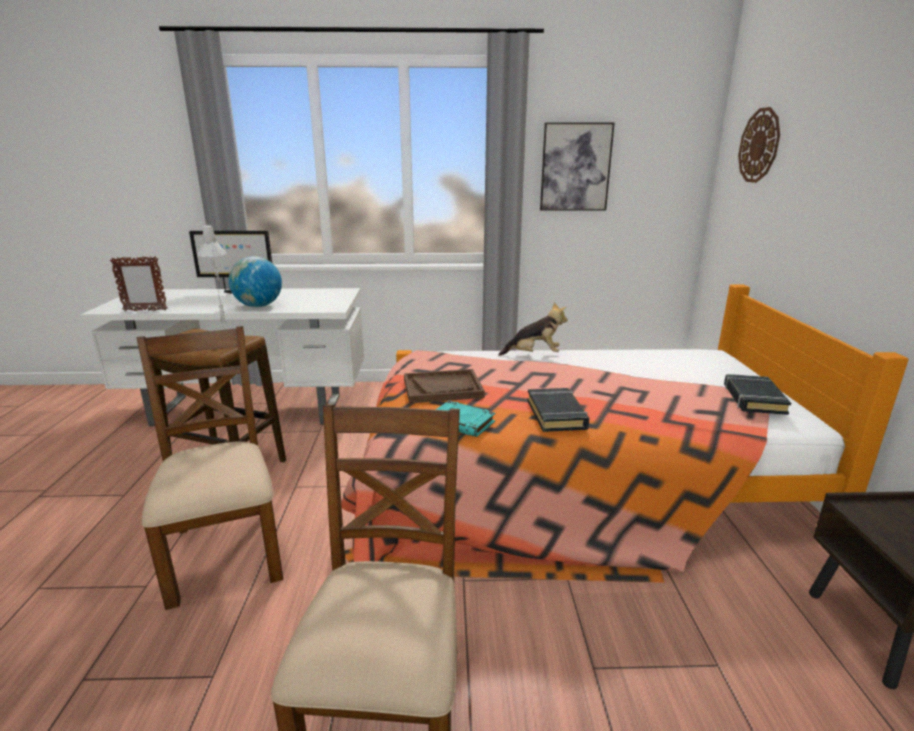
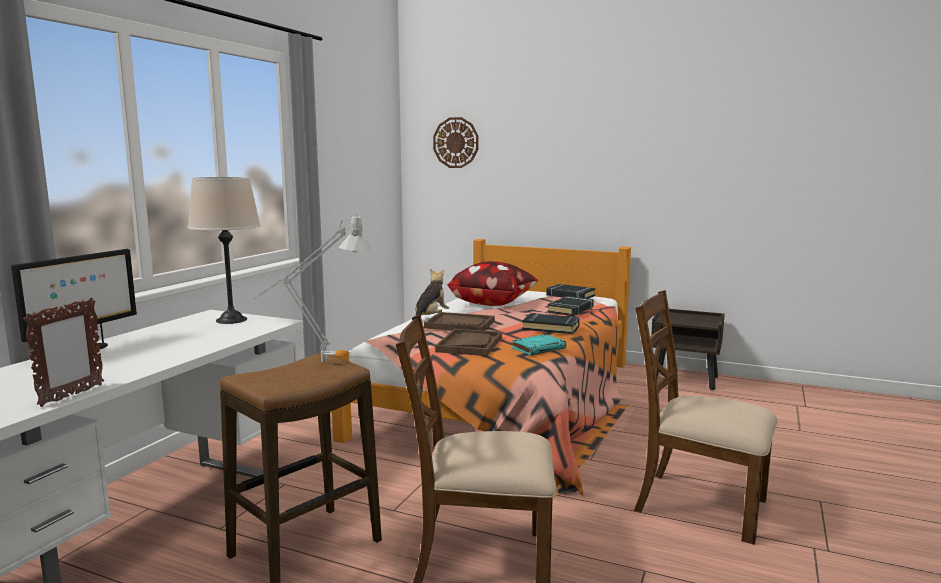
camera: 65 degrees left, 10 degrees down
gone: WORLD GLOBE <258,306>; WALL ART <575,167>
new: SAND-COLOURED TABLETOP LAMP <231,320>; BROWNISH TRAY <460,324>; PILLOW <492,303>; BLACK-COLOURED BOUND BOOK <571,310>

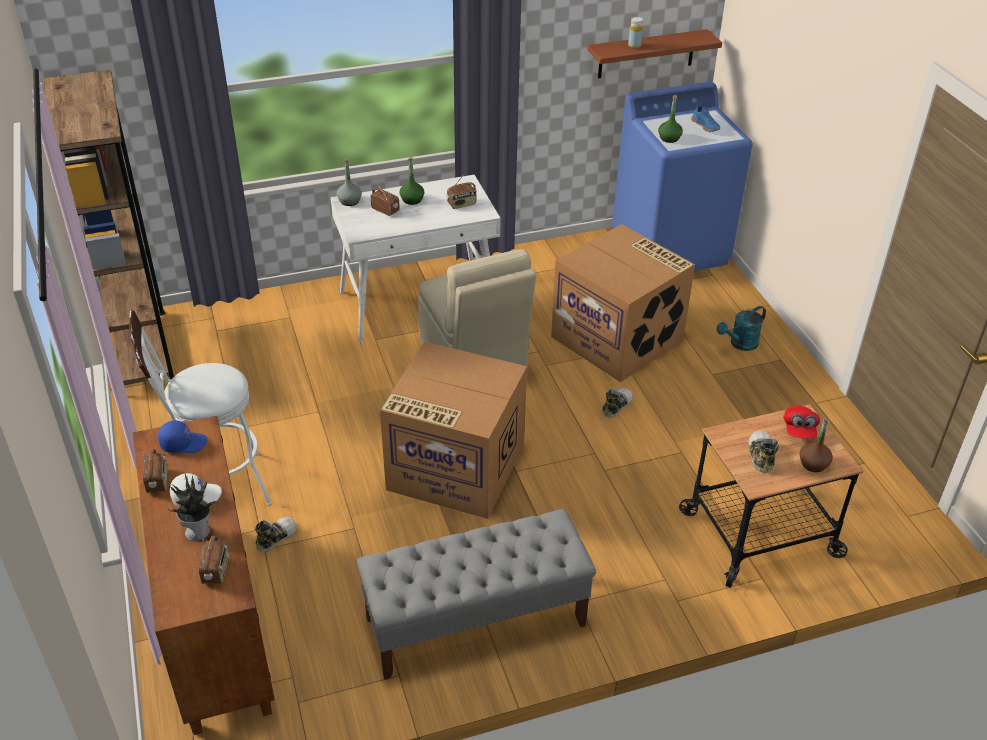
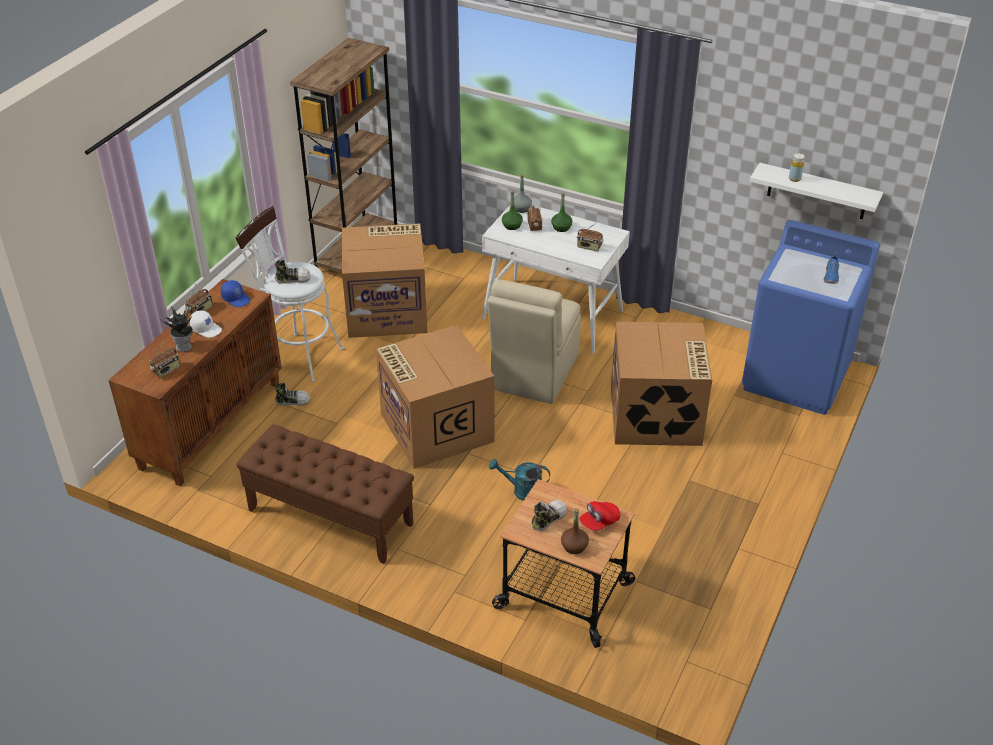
camera: 45 degrees right, 0 degrees up
new: PACKING BOX <388,310>
shifted: SHOE <616,406> to <293,279>; TURQUOISE WATERING POT <740,344> to <522,491>; GREEN DRINK BOTTLE <669,138> to <512,226>
repainted: GREYISH BENCH <475,622> to BROWNISH BENCH <330,517>; BROWNISH BRACKET SHELF <646,54> to WHITE-COLOURED BRACKET SHELF <817,191>

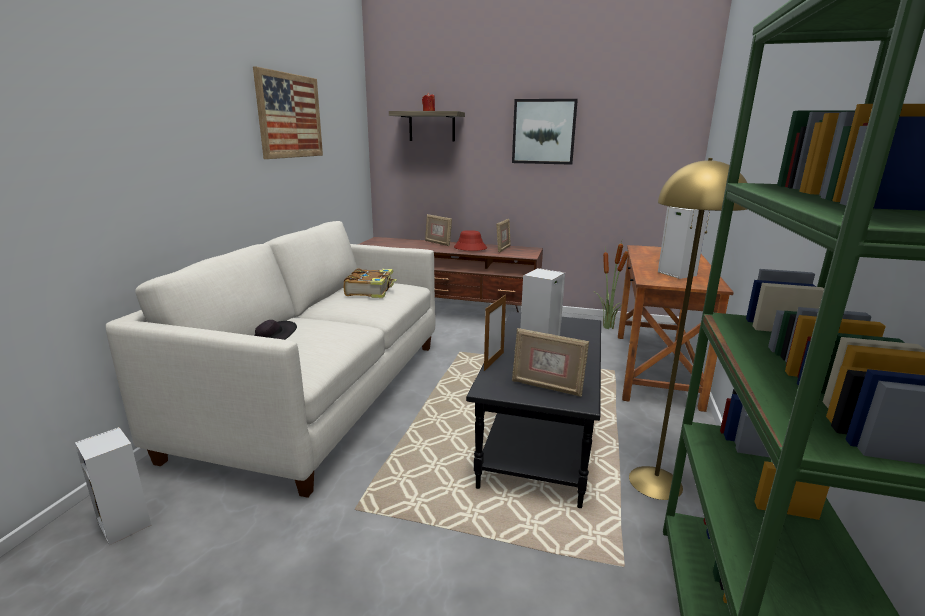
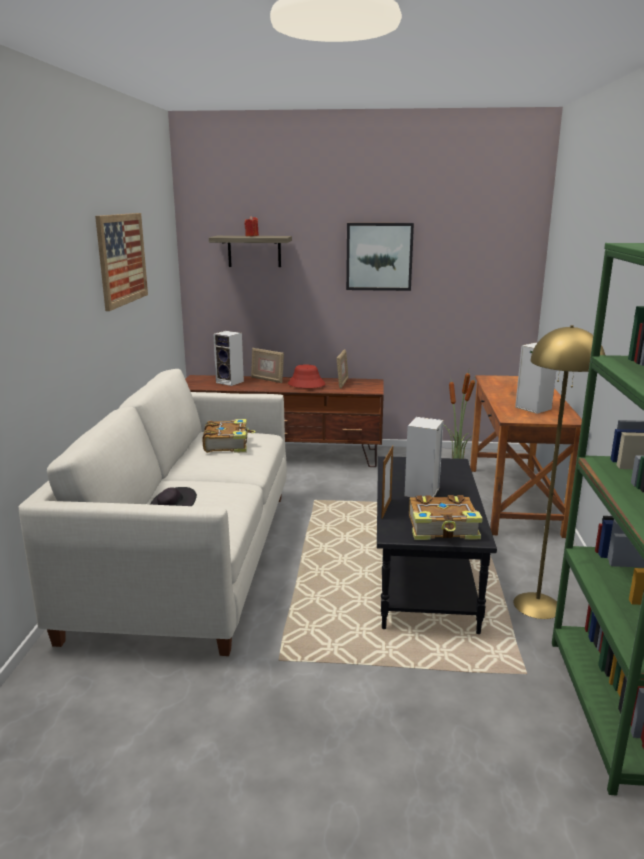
camera: 10 degrees left, 0 degrees up
shifted: AUDIO SPEAKER <126,525> to <231,382>
swapped: STANDING FRAME <546,387> to BOUND BOOK <443,528>

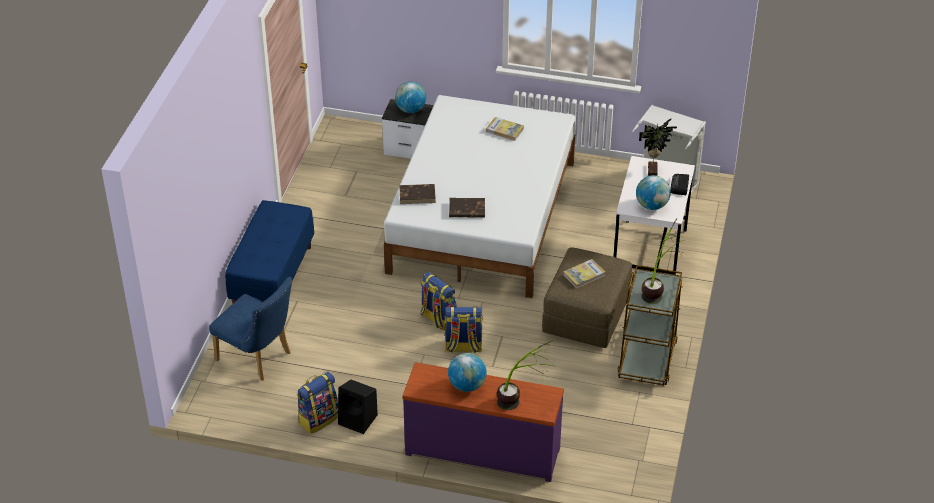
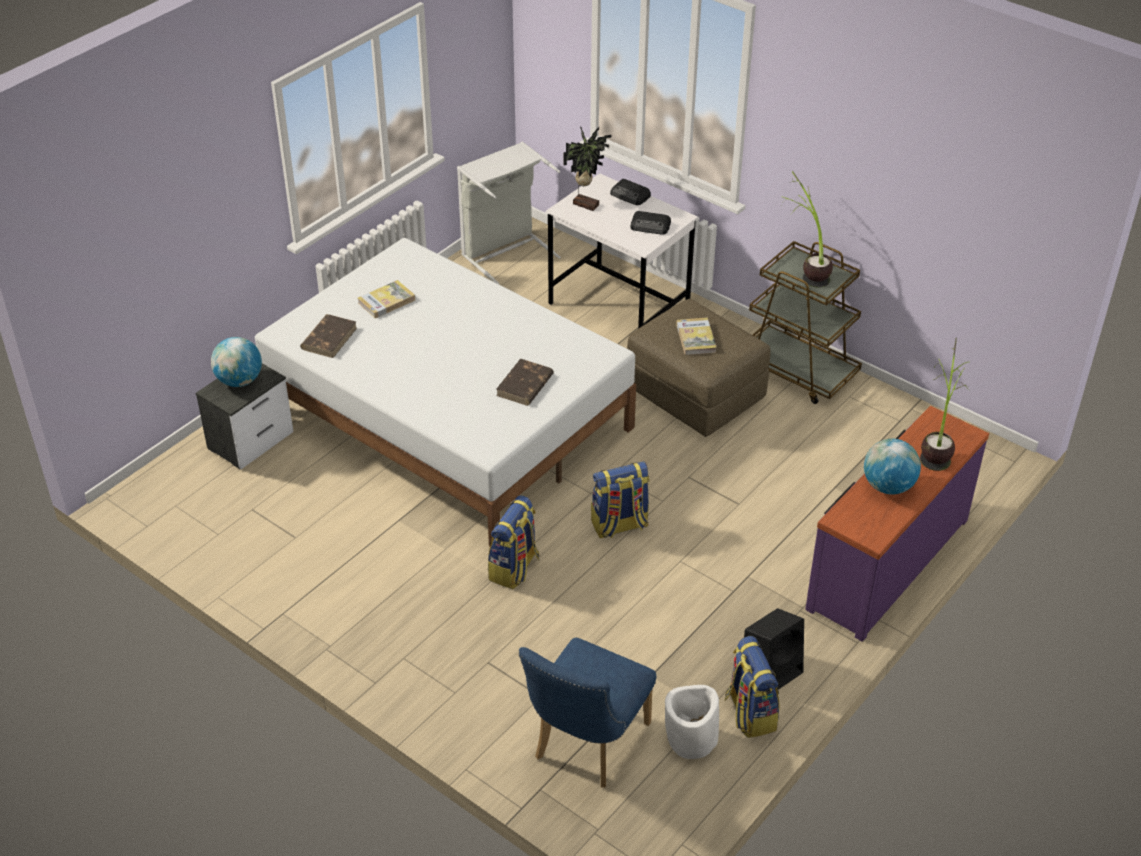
camera: 65 degrees left, 0 degrees up
gone: BLUE BENCH <272,277>
new: WHITE-COLOURED PLANTER <691,739>
shifted: BROWNISH BOUND BOOK <417,195> to <329,338>; KNAPSACK <463,347> to <514,569>
swapped: WORLD GLOBE <652,205> to RADIO RECEIVER <651,226>
rotated: BLUE UPRIGHT CHAIR <258,359> = <586,746> 150 degrees clockwise

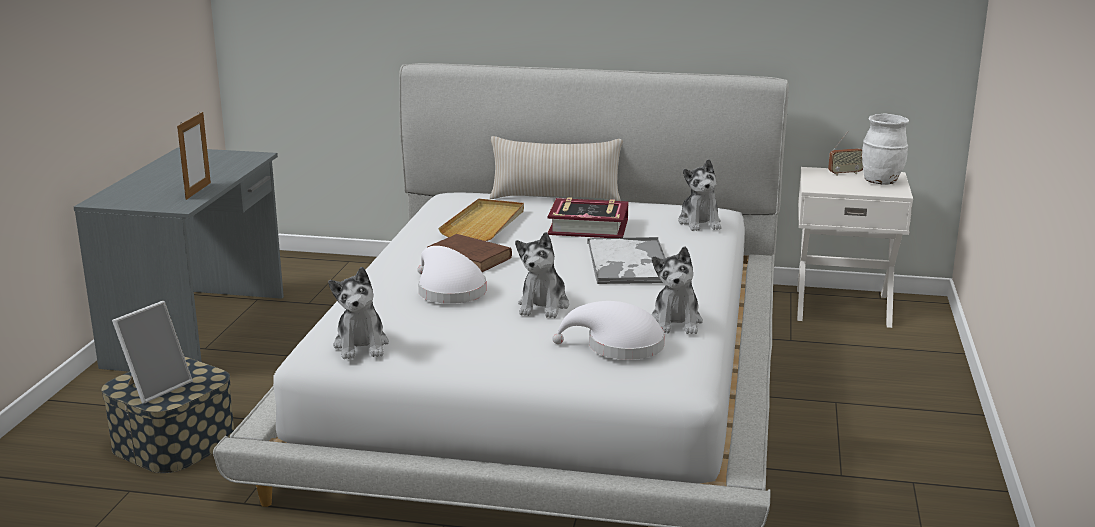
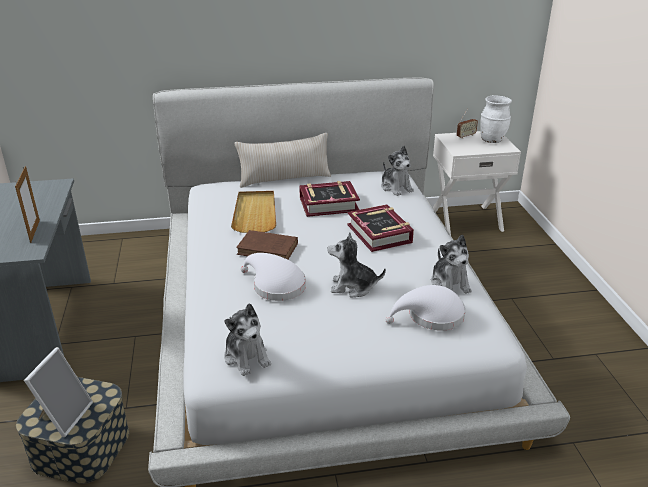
camera: 20 degrees left, 10 degrees up
swapped: TRAY <628,263> to BOUND BOOK <380,233>
rotated: PLUSH TOY <543,306> = <353,287> 105 degrees clockwise

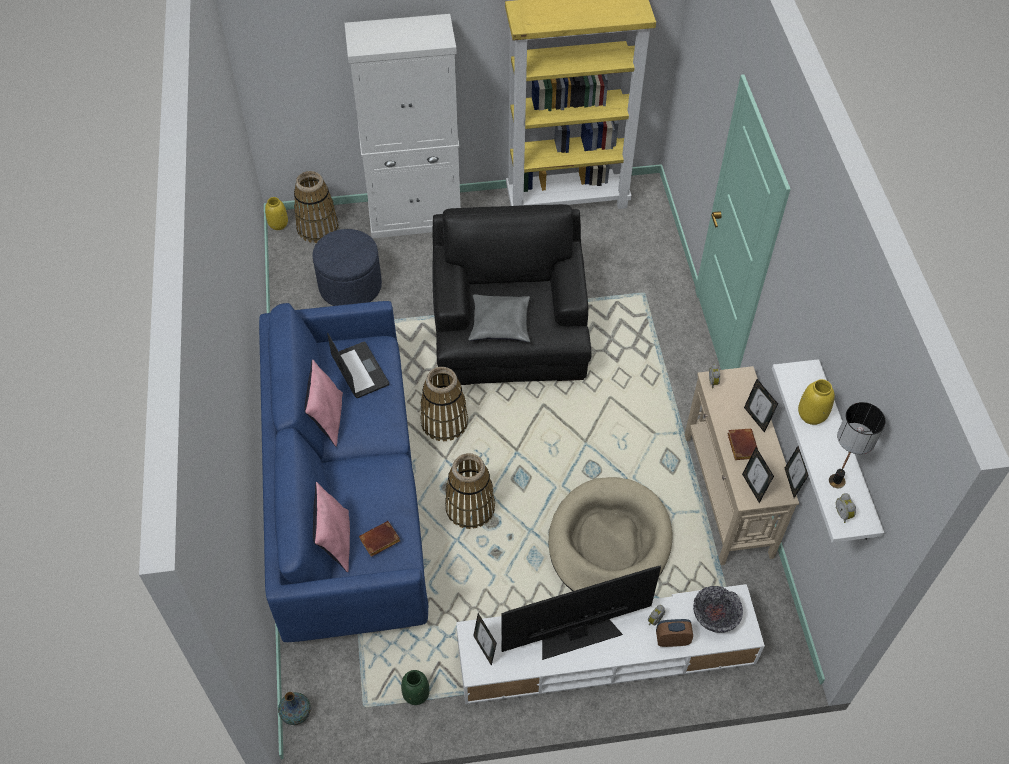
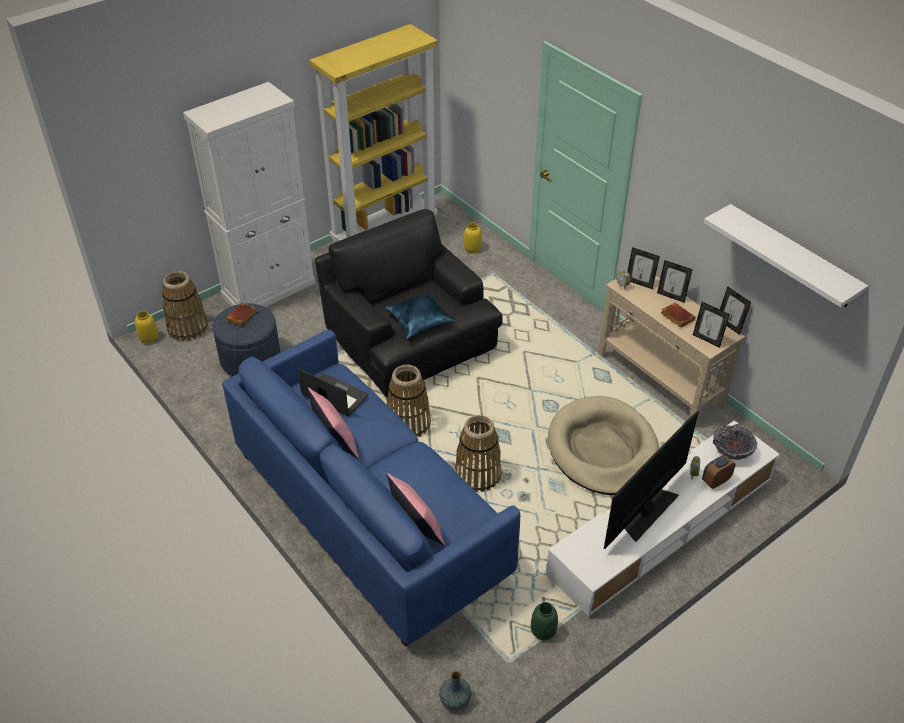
camera: 30 degrees left, 10 degrees down
gone: TABLETOP LAMP <836,481>; BEDSIDE CLOCK <843,514>
shifted: BROWNISH BOUND BOOK <379,541> to <242,317>; YELLOW DECORATIVE VASE <811,415> to <472,249>; STANDING FRAME <485,649> to <639,283>
repainted: GREYISH PILLOW <500,324> to BLUE PILLOW <420,320>

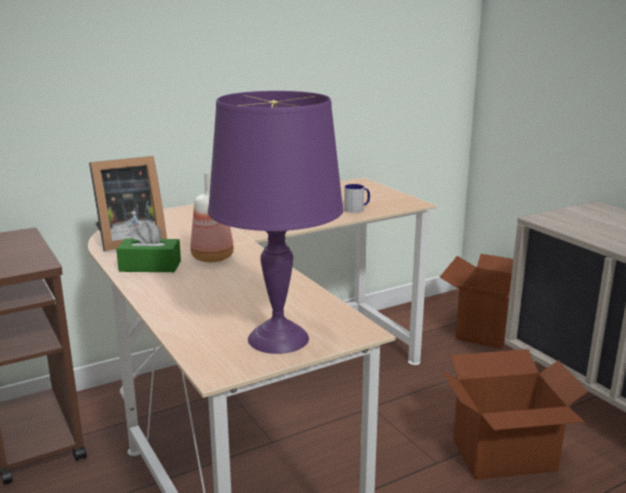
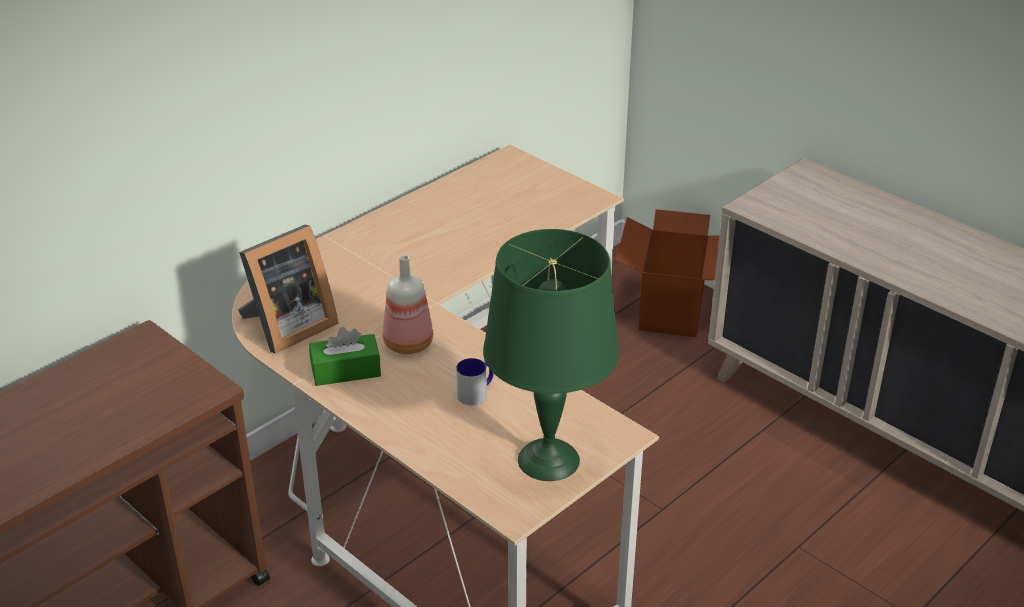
camera: 15 degrees left, 15 degrees up
gone: PACKING BOX <504,456>
shifted: COFFEE MUG <357,209> to <476,393>
repainted: PURPLISH TABLETOP LAMP <279,339> to GREEN TABLETOP LAMP <549,460>

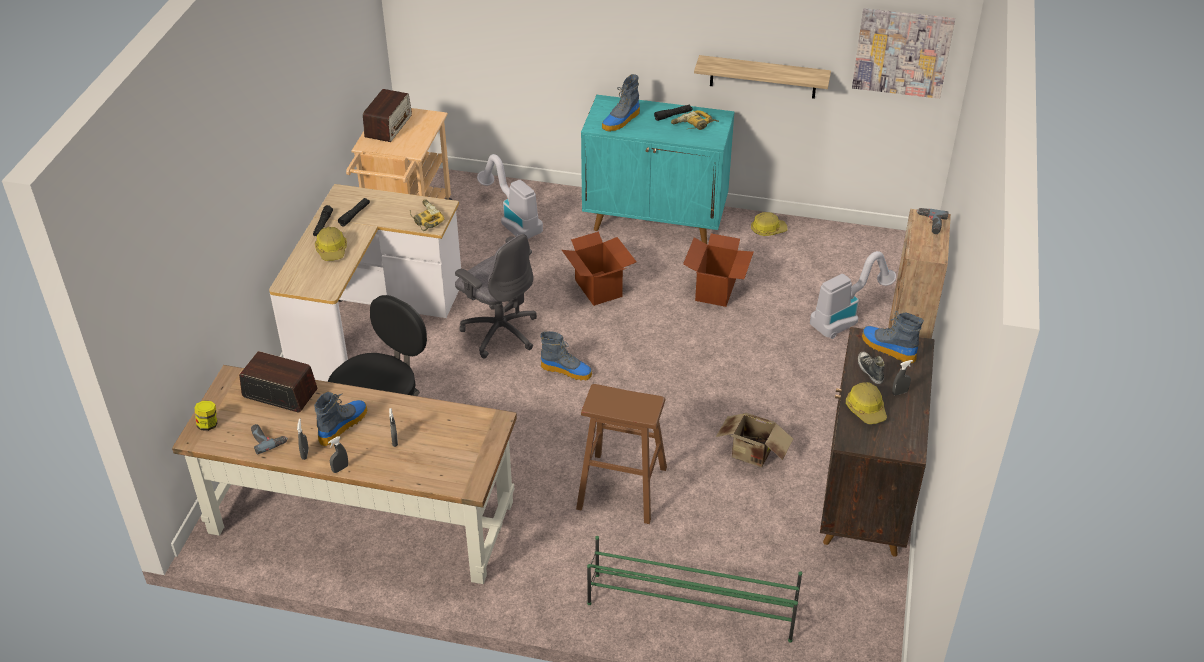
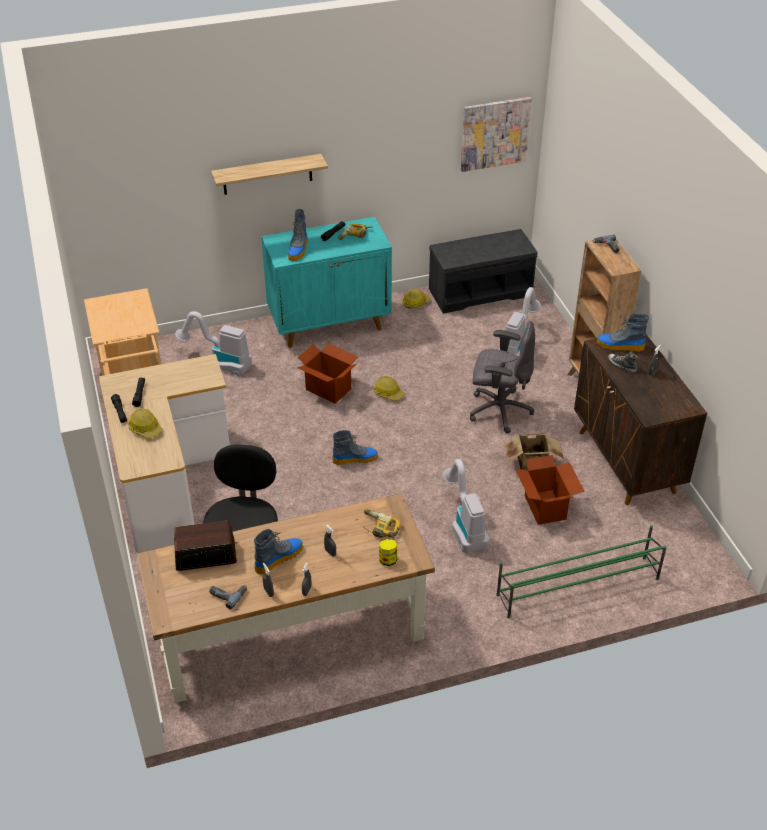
camera: 30 degrees left, 0 degrees up
gone: RADIO RECEIVER <388,126>
new: GREYISH BENCH <480,292>
shifted: BRACKET SHELF <763,77> to <267,174>; ELECTRIC DRILL <425,219> to <379,528>; WORK HELMET <866,409> to <388,393>; JAR <208,424> to <388,560>; GREYISH DESK CHAIR <500,331> to <499,410>; PACKING BOX <716,290> to <545,507>
swapped: BROWNISH SITTING STOOL <621,488> to HOOVER <464,526>
rotated: TALL BOOT <342,425> = <279,558> 45 degrees clockwise

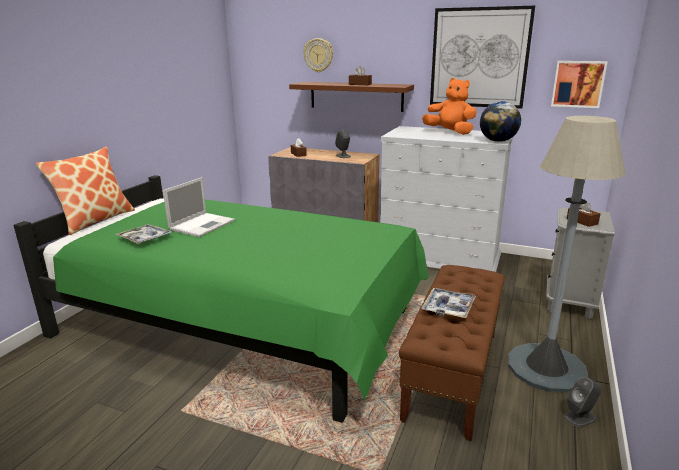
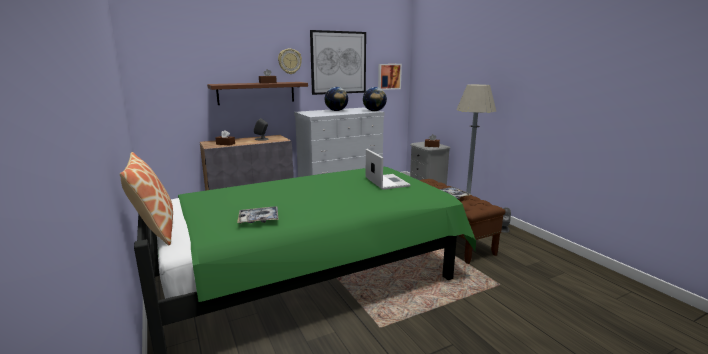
camera: 50 degrees left, 5 degrees down
shifted: CLOCK ON THE WALL <318,55> to <289,61>; LAPTOP <203,225> to <386,182>
swapped: ORANGE PLUSH TOY <450,132> to WORLD GLOBE <336,111>

